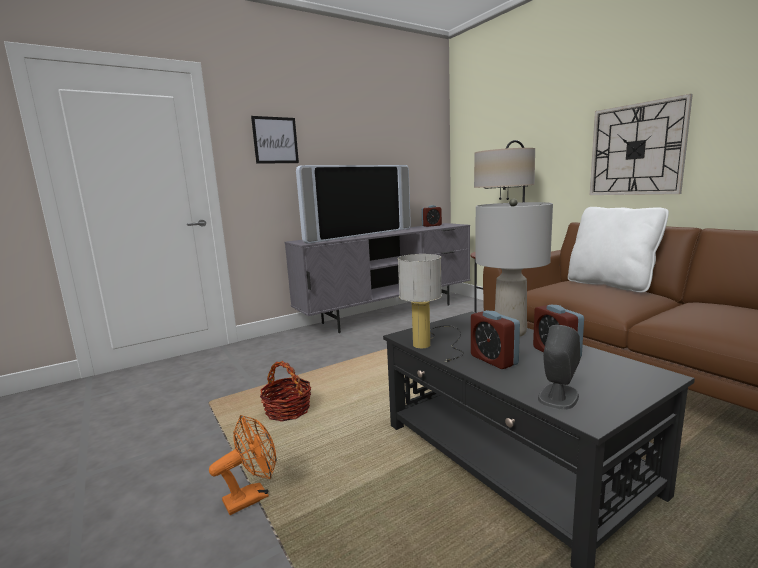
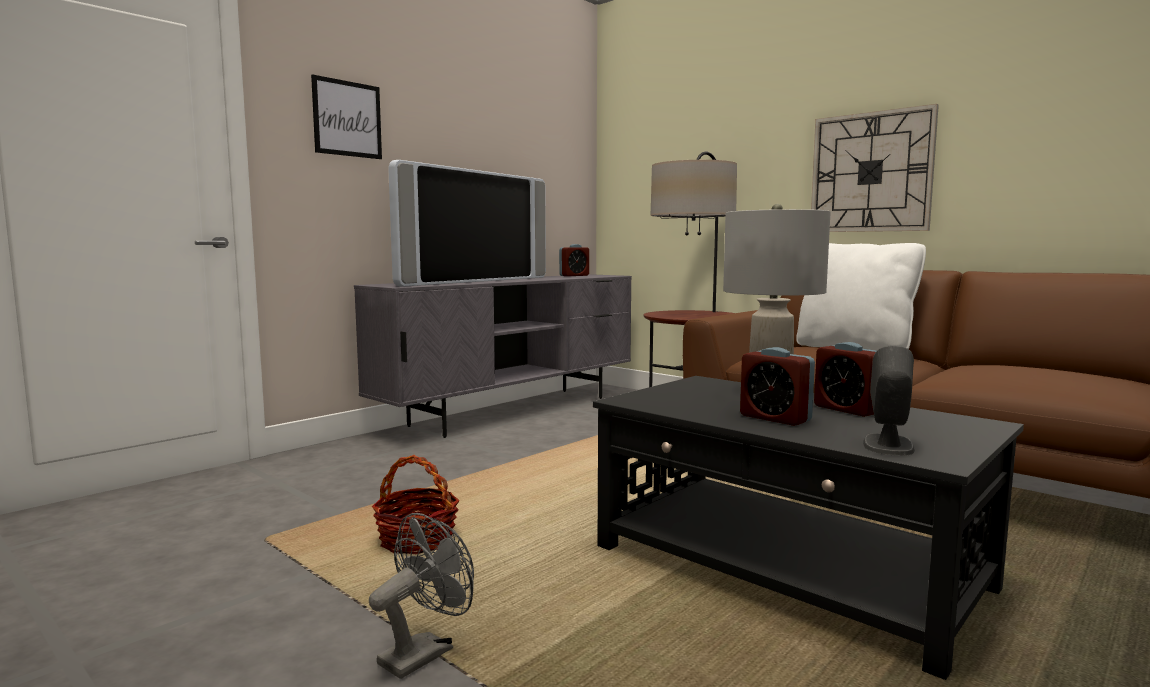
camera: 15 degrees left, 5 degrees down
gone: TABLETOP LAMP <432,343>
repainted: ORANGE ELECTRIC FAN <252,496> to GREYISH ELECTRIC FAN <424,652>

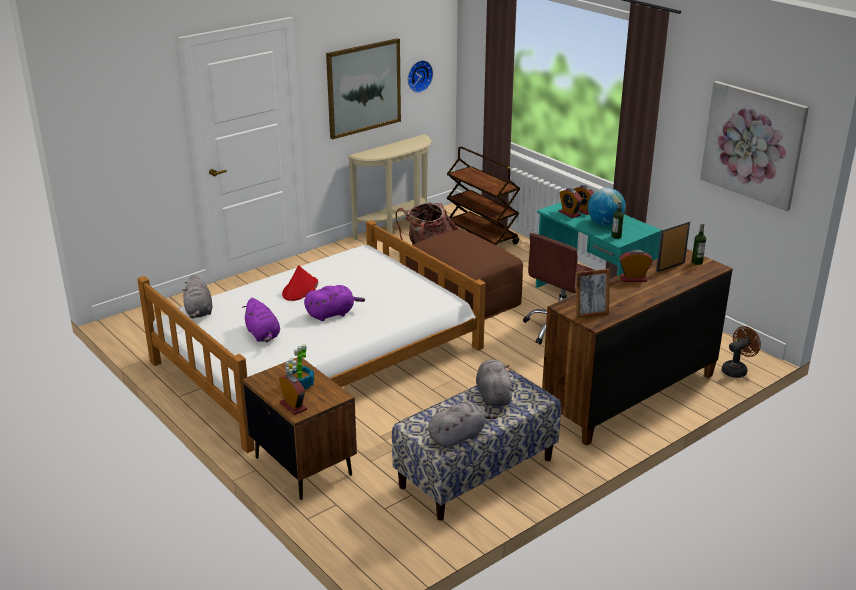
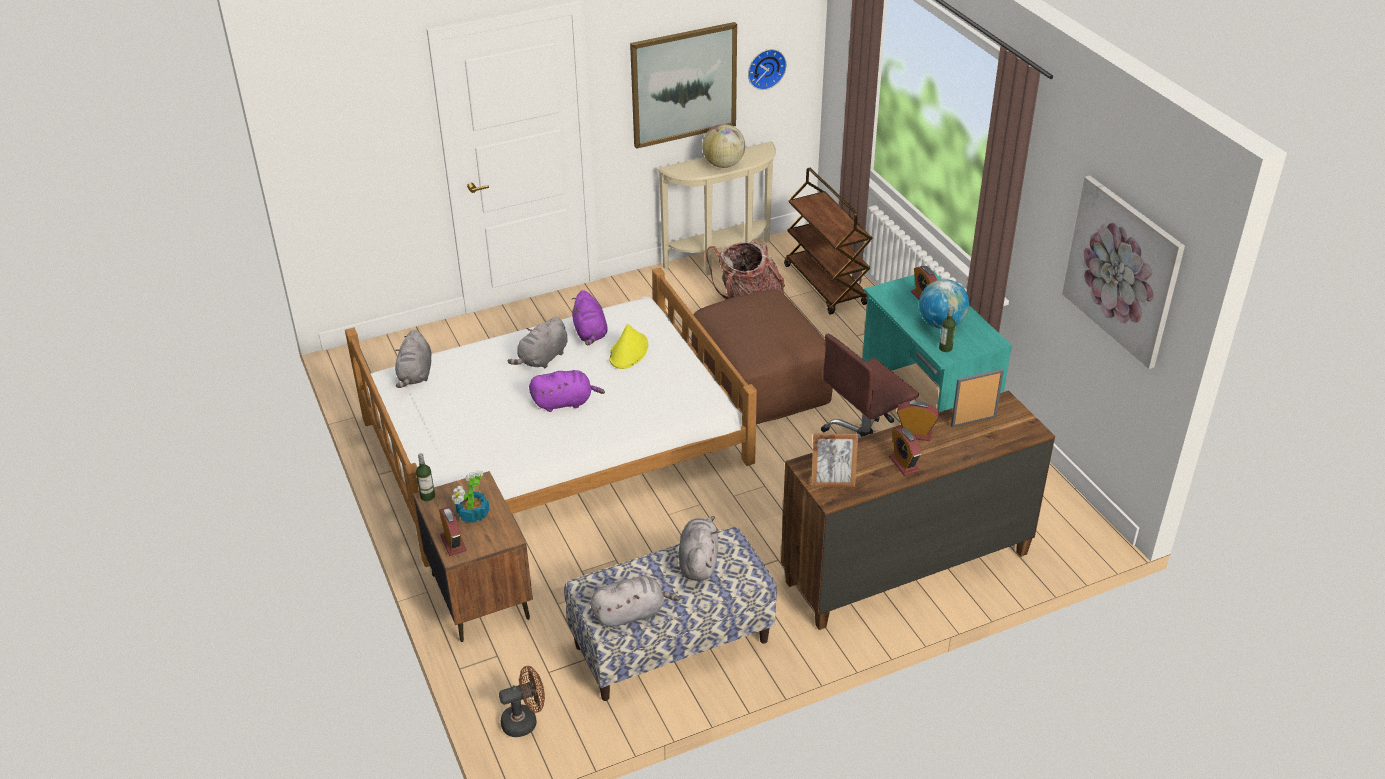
camera: 15 degrees right, 10 degrees up
new: YELLOW HAT <629,351>; WORLD GLOBE <723,164>
shifted: DRINK BOTTLE <697,262> to <427,496>; BROWNISH ELECTRIC FAN <737,370> to <525,721>; PURPLISH PLUSH TOY <263,335> to <590,333>; BEDSIDE CLOCK <569,213> to <904,464>
swapped: RED HAT <300,289> to GREYISH PLUSH TOY <542,359>

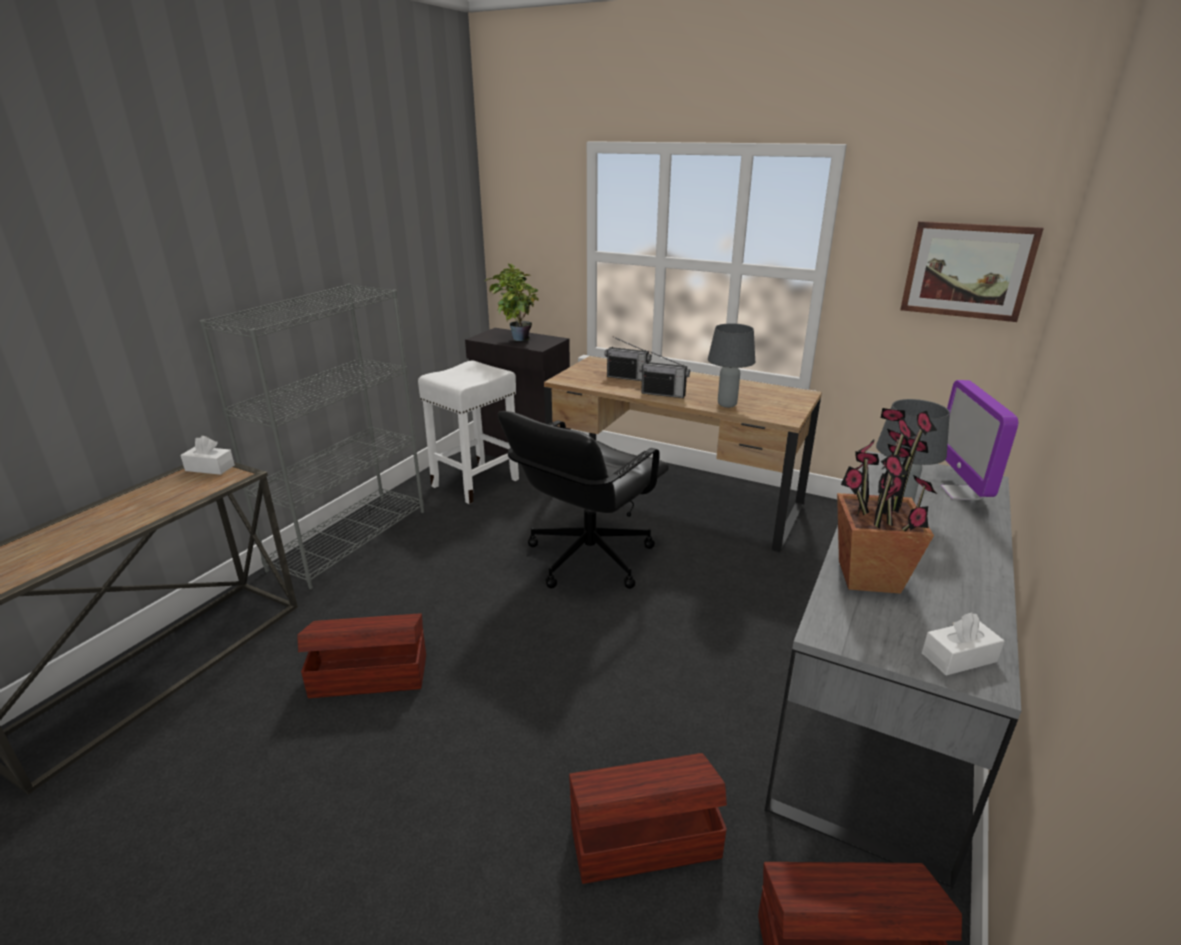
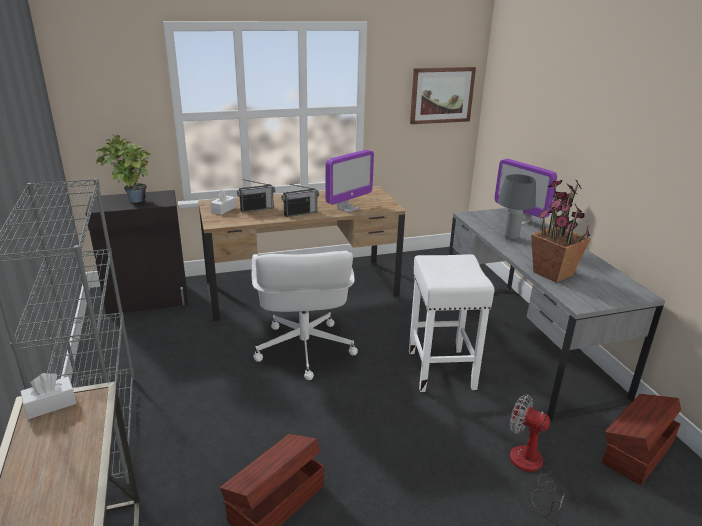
camera: 45 degrees left, 0 degrees up
shifted: WHITE-COLOURED TISSUE BOX <958,657> to <223,209>; WHITE-COLOURED SITTING STOOL <476,482> to <440,369>
swapped: GREYISH TABLETOP LAMP <727,405> to MONITOR <348,208>; BROWNISH STORAGE BIN <643,838> to ELECTRIC FAN <530,469>
repainted: BLACK-COLOURED DESK CHAIR <587,557> to WHITE-COLOURED DESK CHAIR <303,350>

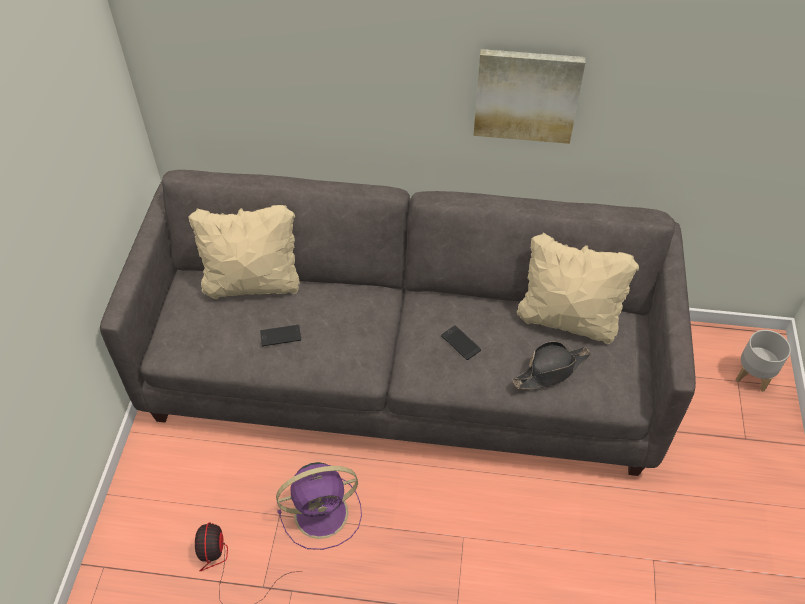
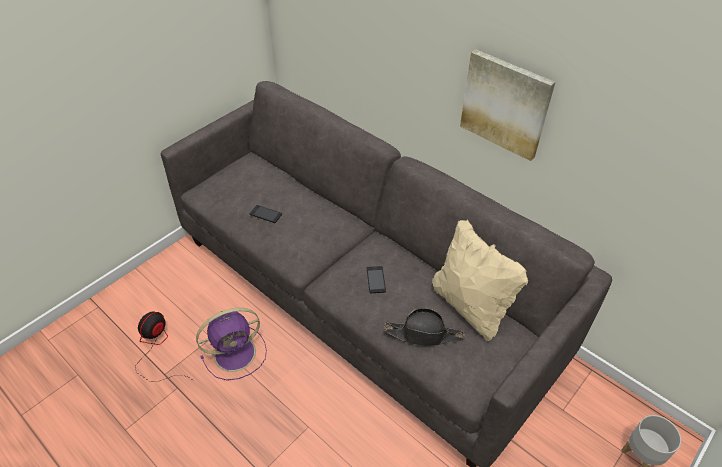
camera: 35 degrees right, 5 degrees down
gone: SAND-COLOURED PILLOW <253,284>
rotated: PURPLISH ELECTRIC FAN <323,512> = <237,352> 45 degrees counterclockwise

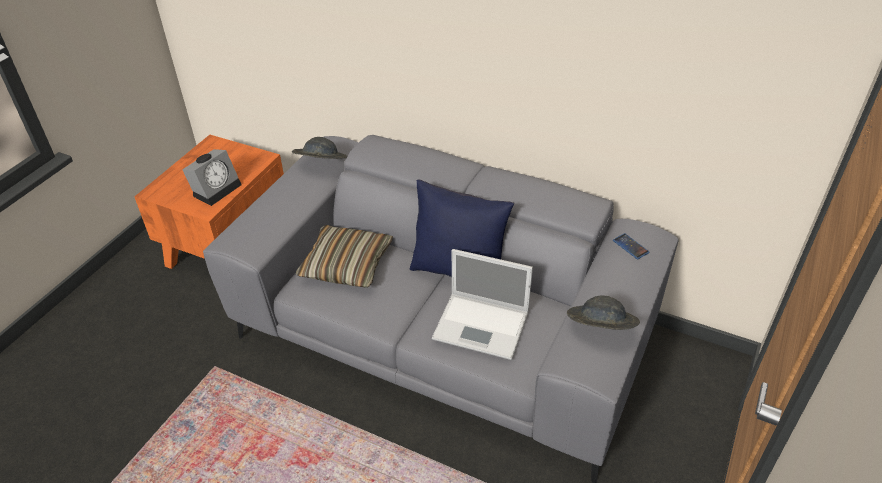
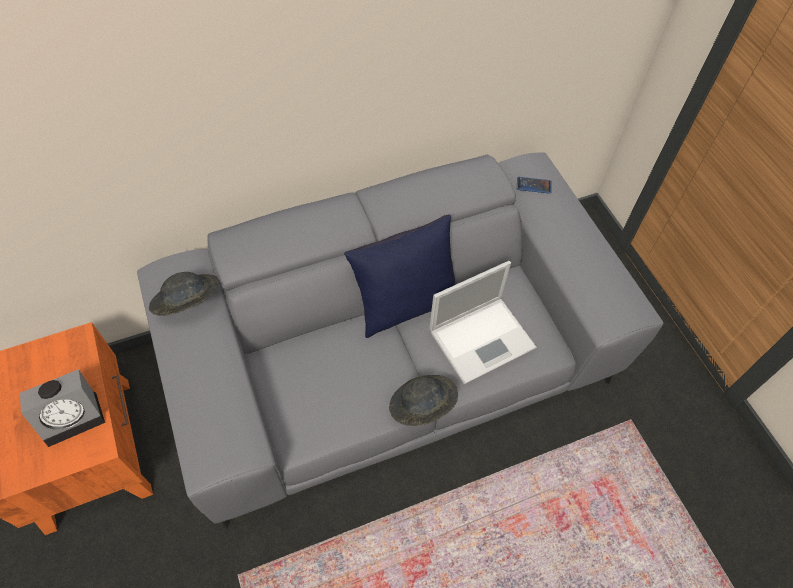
camera: 50 degrees left, 15 degrees up
gone: PILLOW <346,265>
shifted: GREYISH HAT <600,328> to <422,406>
rotated: BEDSIDE CLOCK <216,189> = <74,415> 75 degrees clockwise

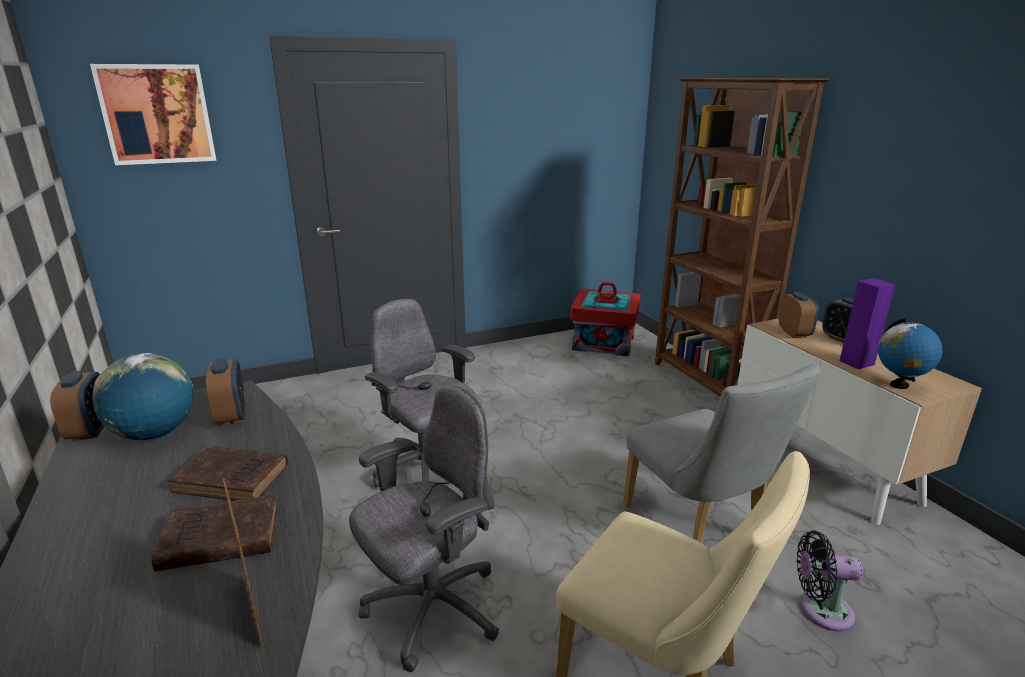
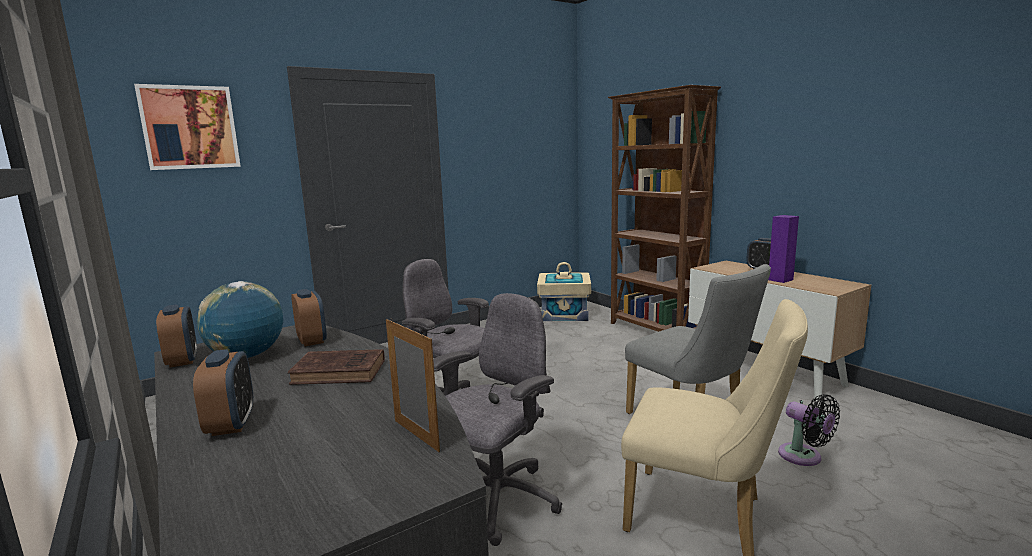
camera: 10 degrees left, 10 degrees down
gone: BROWNISH BOUND BOOK <217,539>; WORLD GLOBE <899,385>
shifted: BEDSIDE CLOCK <794,333> to <231,424>
repainted: RED STORAGE BIN <604,342> to SAND-COLOURED STORAGE BIN <564,313>
rotated: BLACK-COLOURED ELECTRIC FAN <820,610> = <804,457> 120 degrees counterclockwise

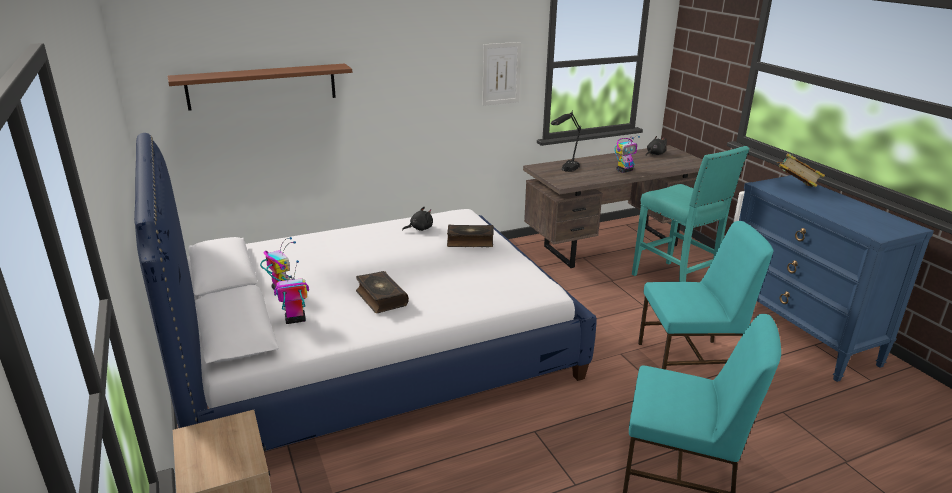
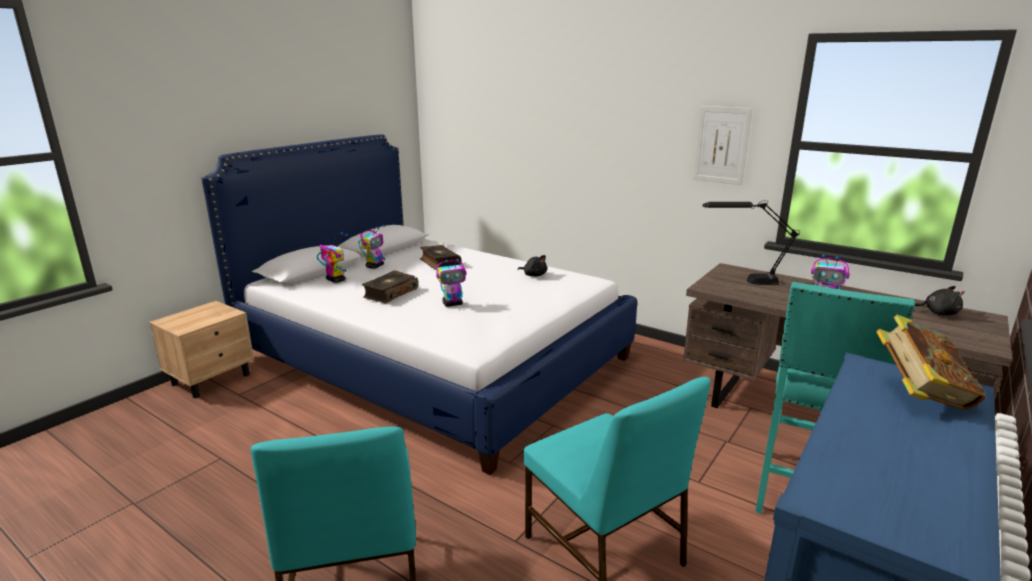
camera: 60 degrees right, 5 degrees down
gone: BROWNISH BRACKET SHELF <262,86>
new: ROBOT FIGURE <453,304>
shifted: BOUND BOOK <470,241> to <439,263>

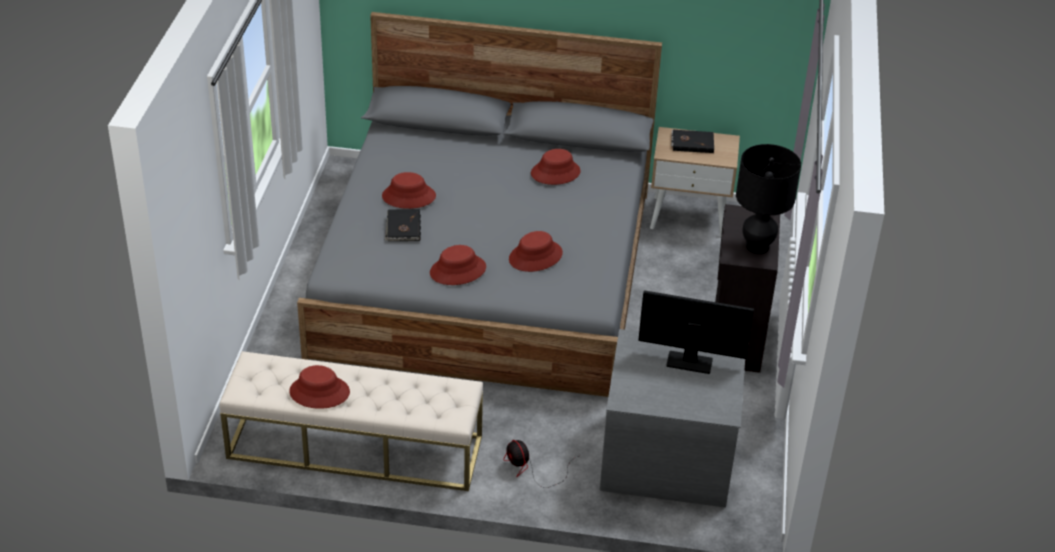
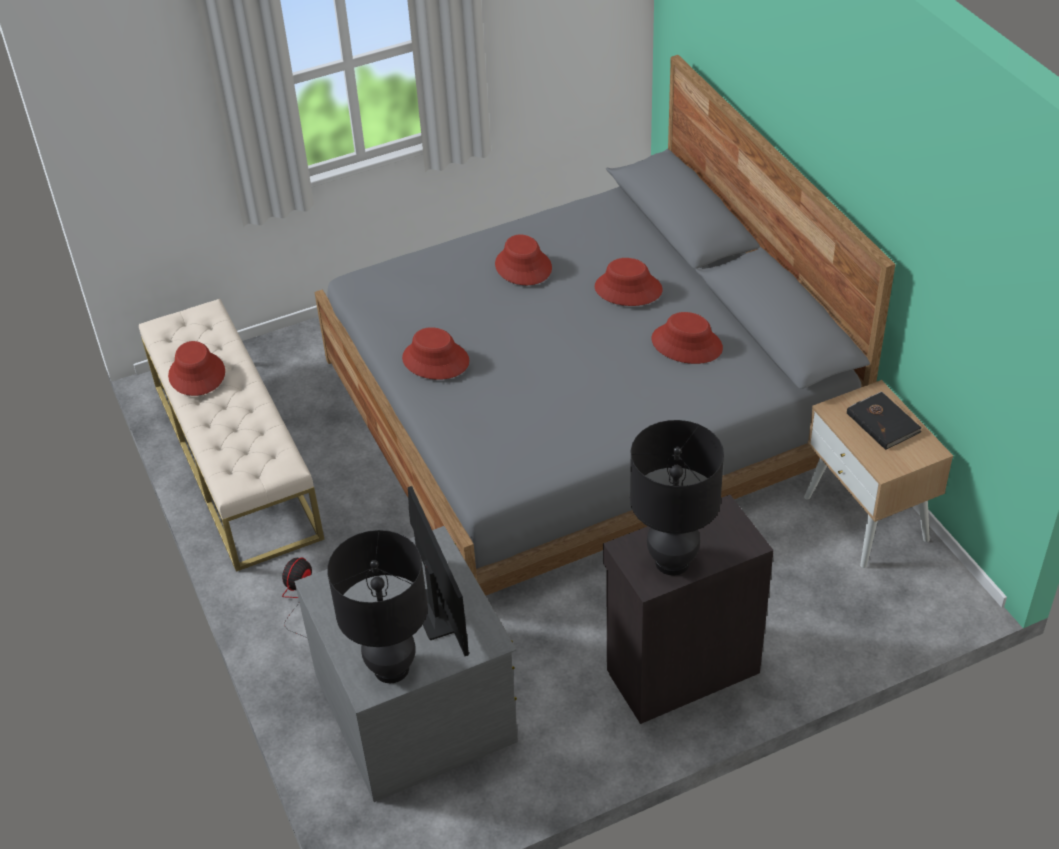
camera: 60 degrees right, 5 degrees up
gone: BLACK-COLOURED BOUND BOOK <402,227>
new: BLACK-COLOURED TABLETOP LAMP <391,669>
shifted: RED HAT <535,257> to <628,289>

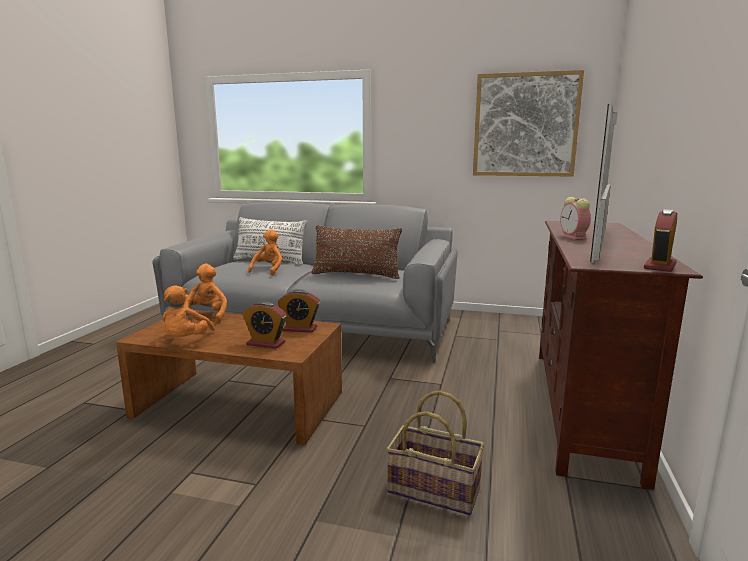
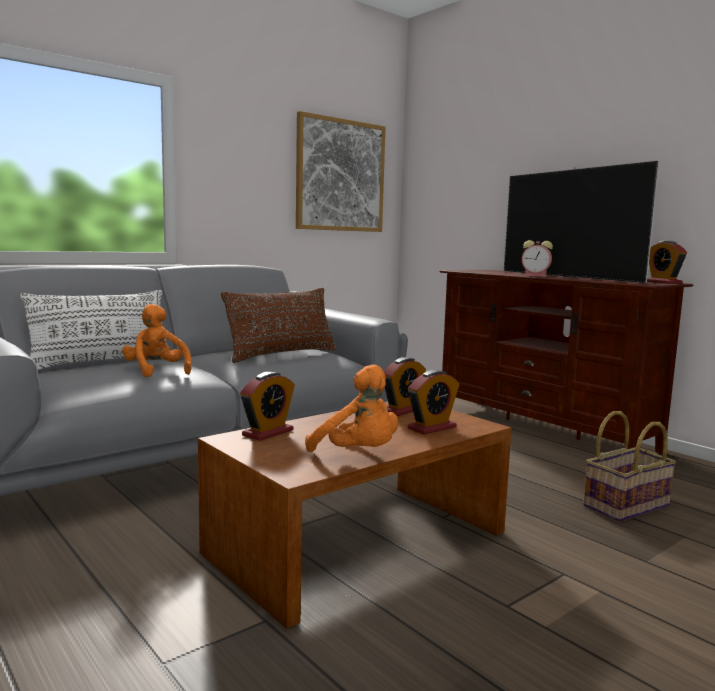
camera: 55 degrees left, 5 degrees down
swapped: ORANGE PLUSH TOY <206,316> to BEDSIDE CLOCK <268,432>

